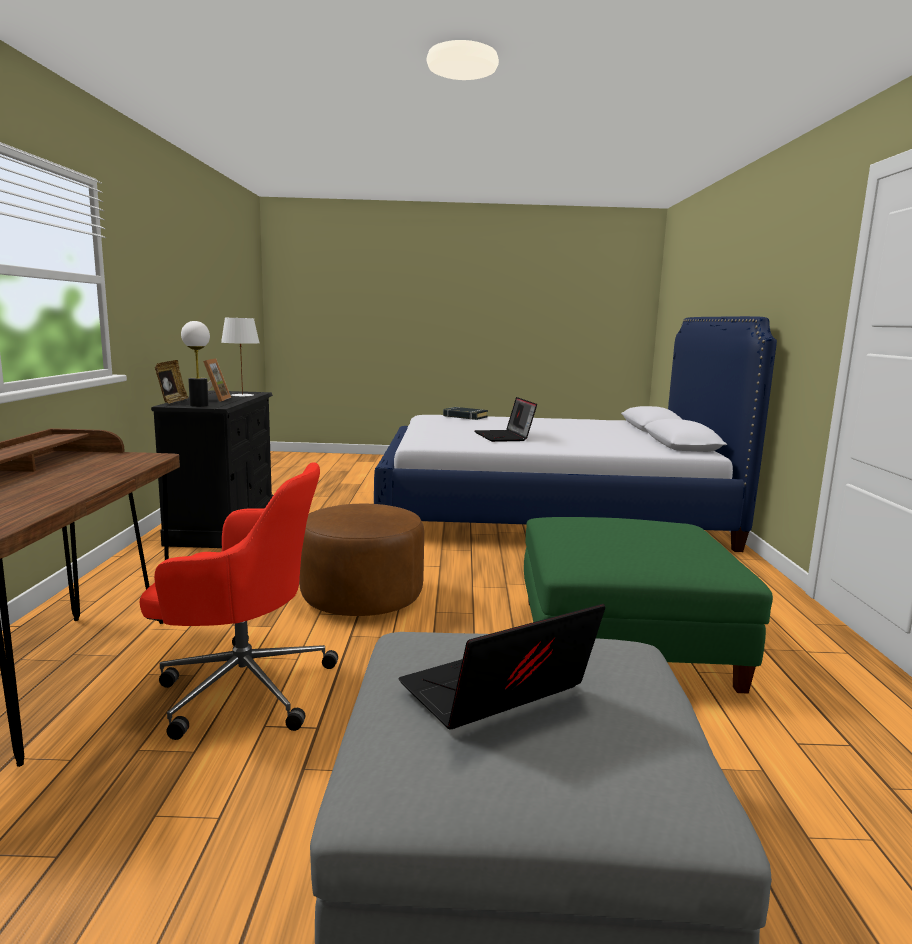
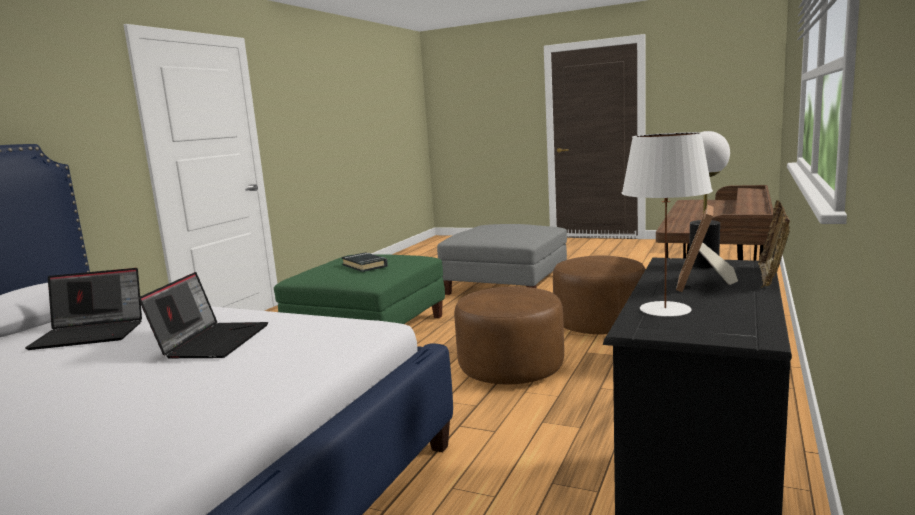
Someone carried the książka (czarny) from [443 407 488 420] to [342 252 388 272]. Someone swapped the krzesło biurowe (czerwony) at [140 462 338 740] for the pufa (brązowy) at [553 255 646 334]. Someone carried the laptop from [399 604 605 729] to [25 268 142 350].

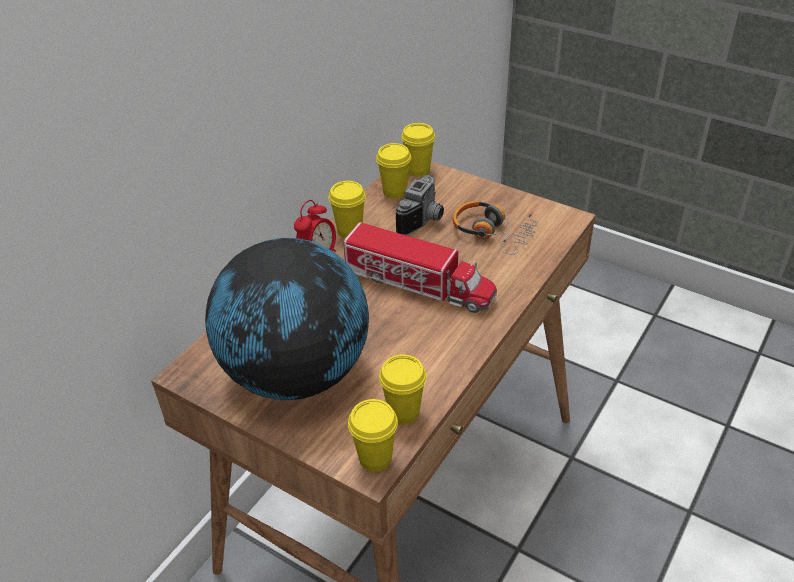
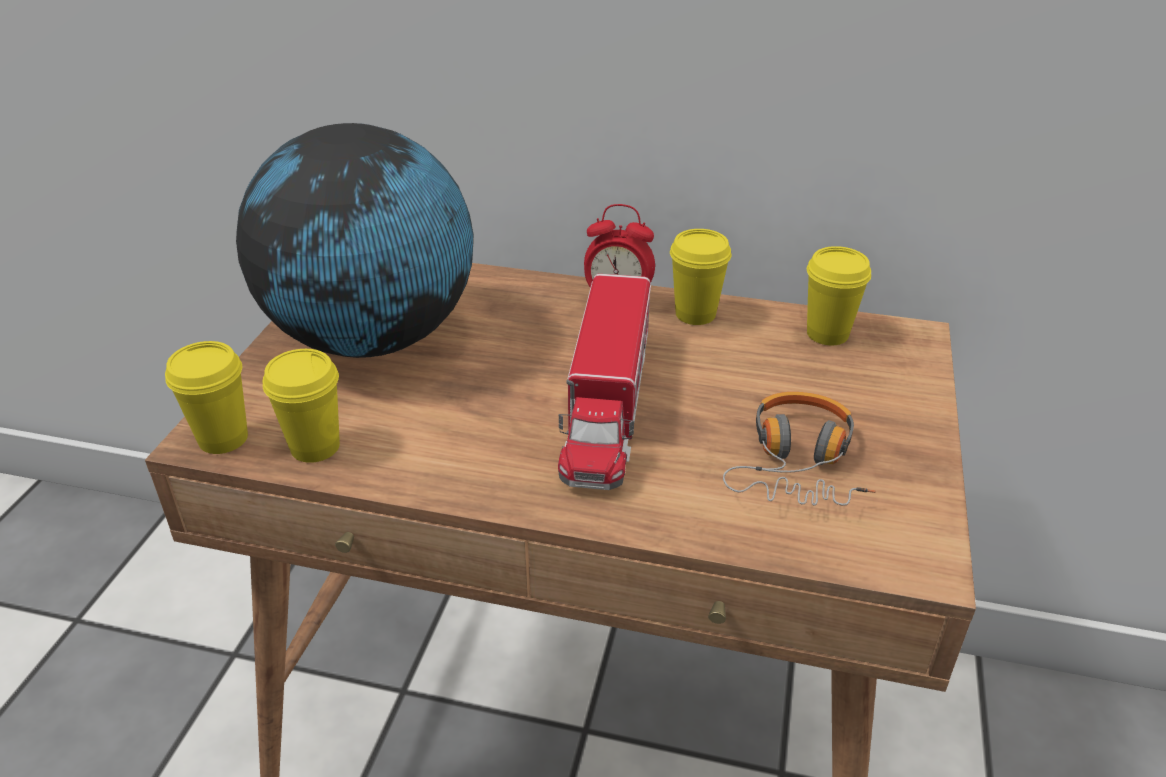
Someone took away the filiżanka (żółty) at [401 123 435 177]. Someone took away the aparat fotograficzny at [396 175 444 235].

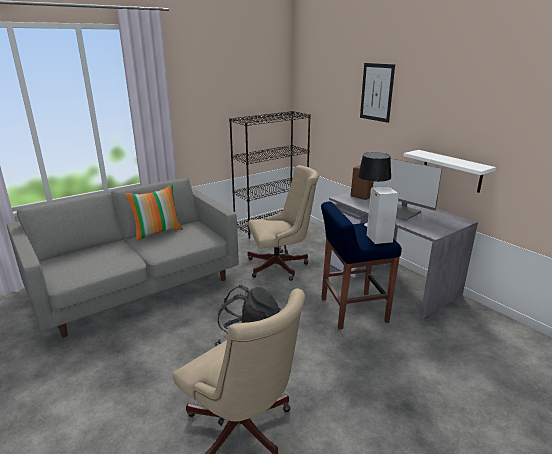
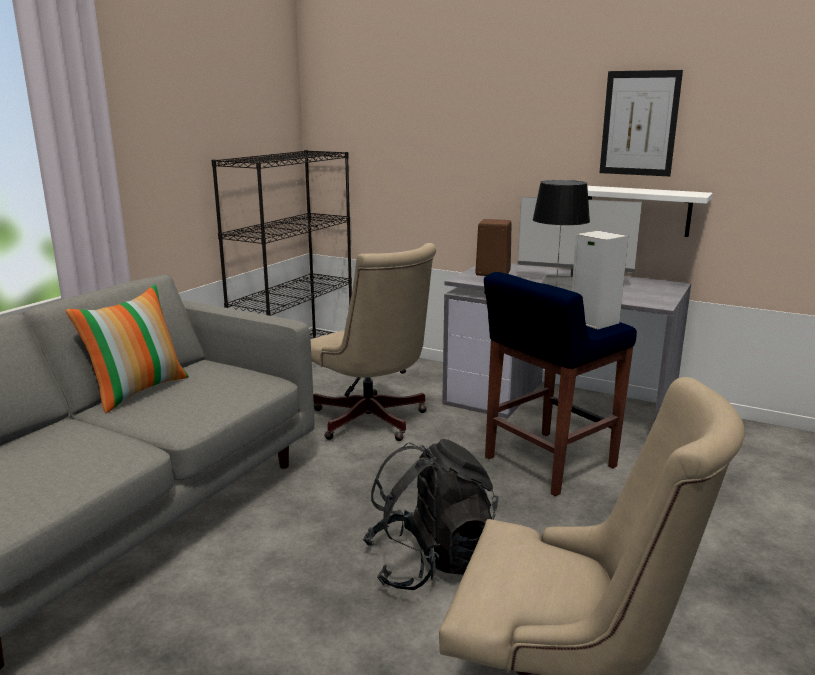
Someone carried the obraz from [360 63 395 123] to [600 70 683 176]. Someone rotated the krzesło biurowe (beżowy) at [248 165 319 281] by 90 degrees clockwise.

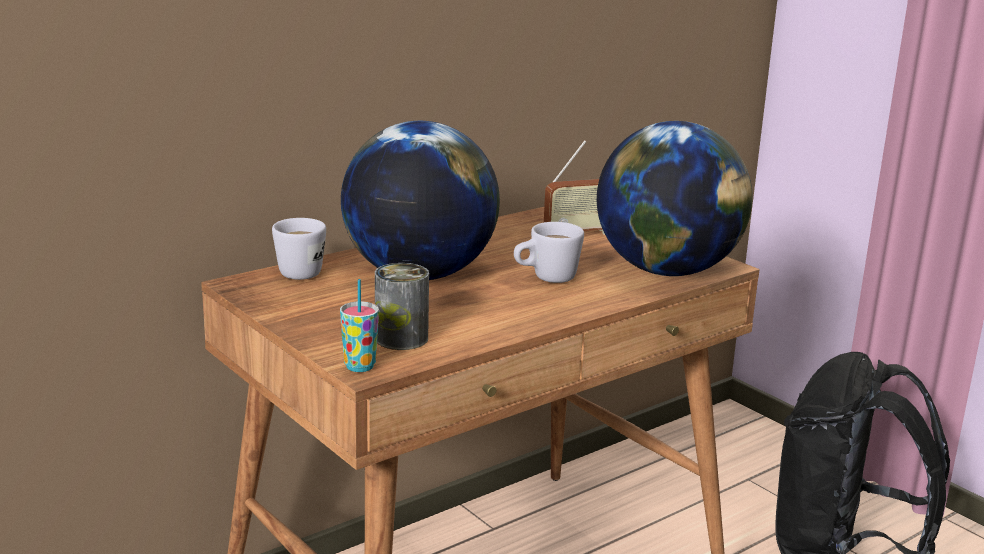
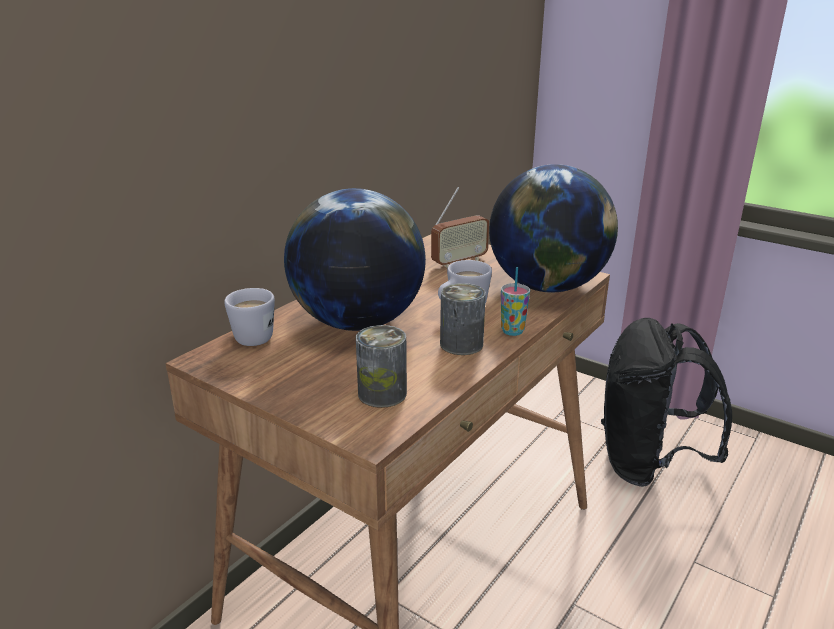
Someone carried the filiżanka from [340 279 379 372] to [501 267 530 336]. Someone put down the puszka at [440 283 486 355].

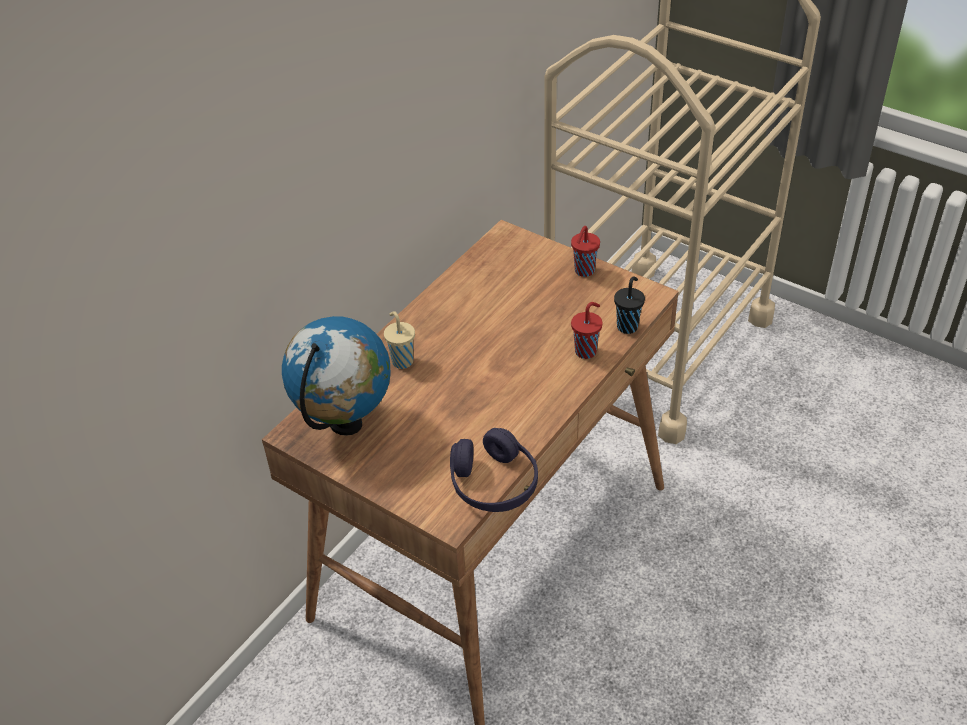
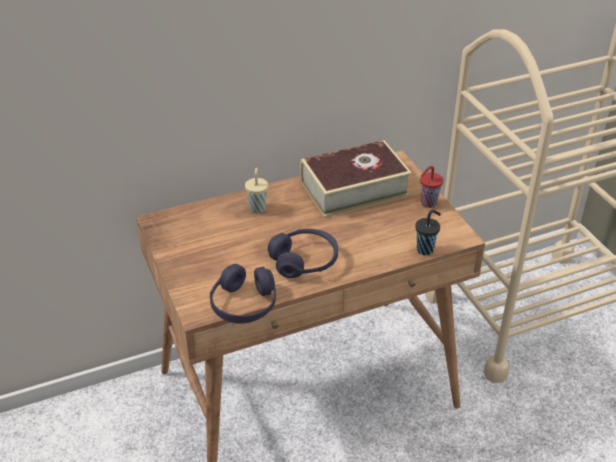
Someone took away the filiżanka (czerwony) at [571 302 603 359]. Someone took away the globus at [282 316 390 436]. Someone put down the książka at [300 140 412 218]. Someone put down the słuchawki (fioletowy) at [268 229 338 278].

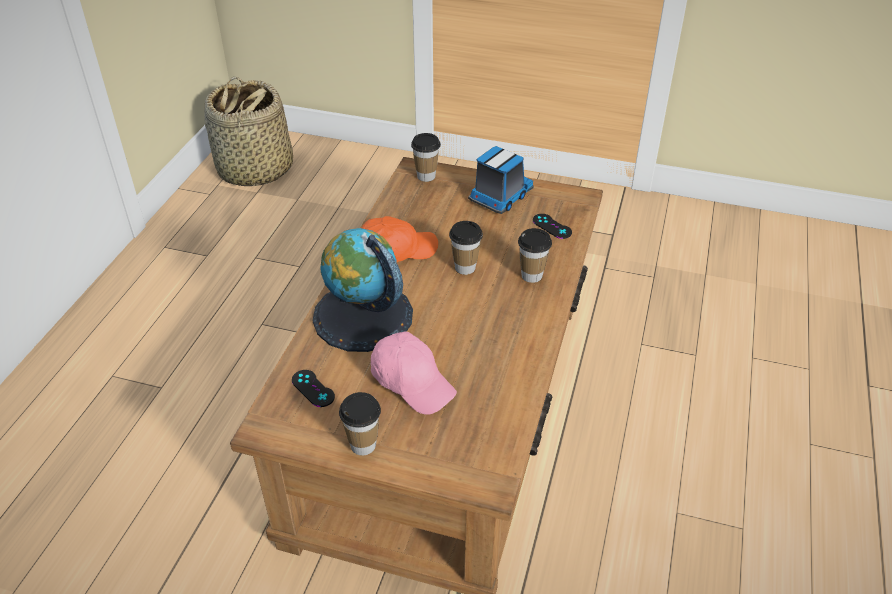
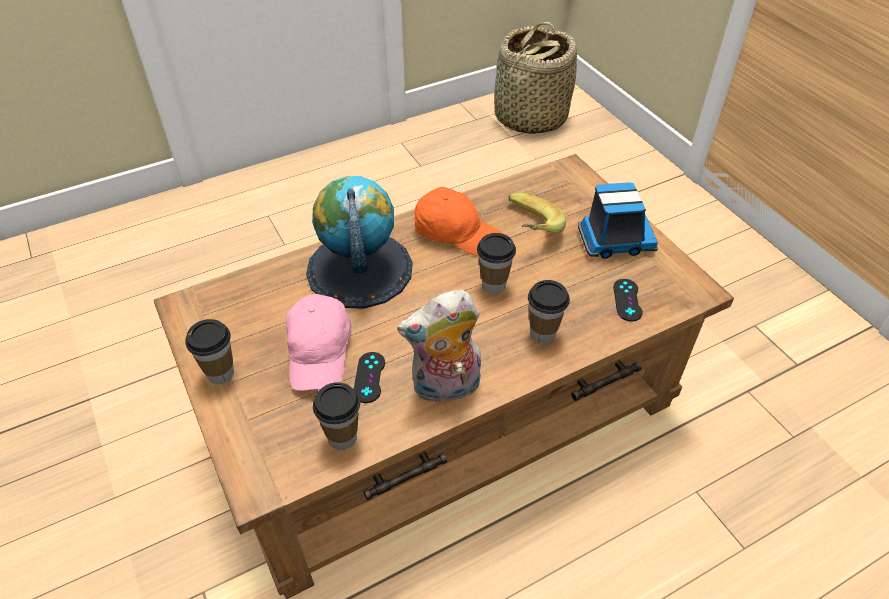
Someone carried the filiżanka from [411 133 441 182] to [313 382 360 450]. Someone carried the pad do gier (czarny) from [292 370 335 407] to [354 352 385 403]. Someone put down the banan at [508 193 566 233]. Someone put down the pluszak at [397 290 481 403].

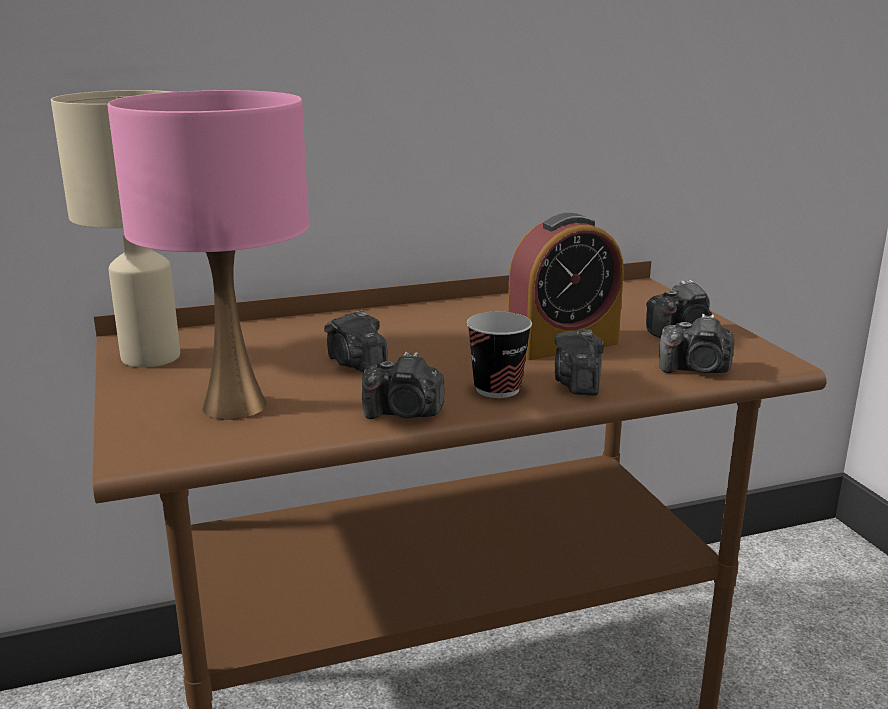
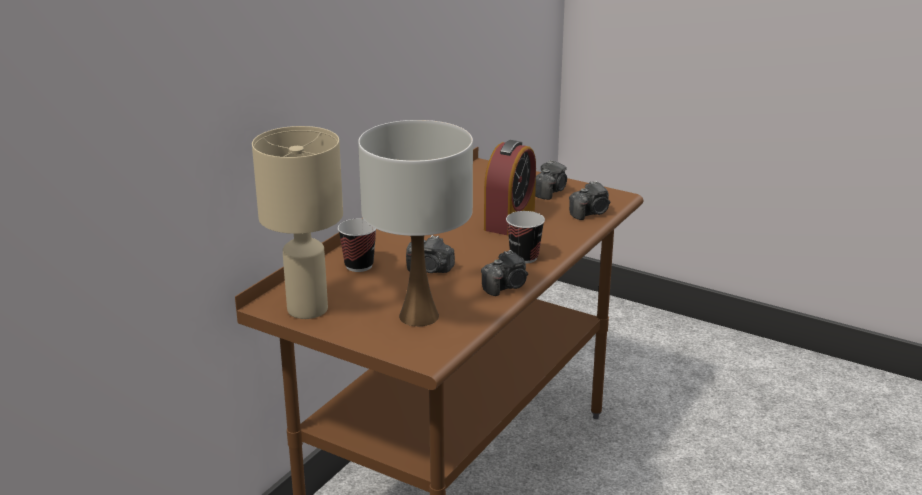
Someone repainted the lampa stołowa (różowy) at [107 90 309 420], which became the lampa stołowa (biały) at [358 120 473 326]. Someone took away the aparat fotograficzny at [554 330 604 395]. Someone put down the filiżanka at [338 218 376 272].

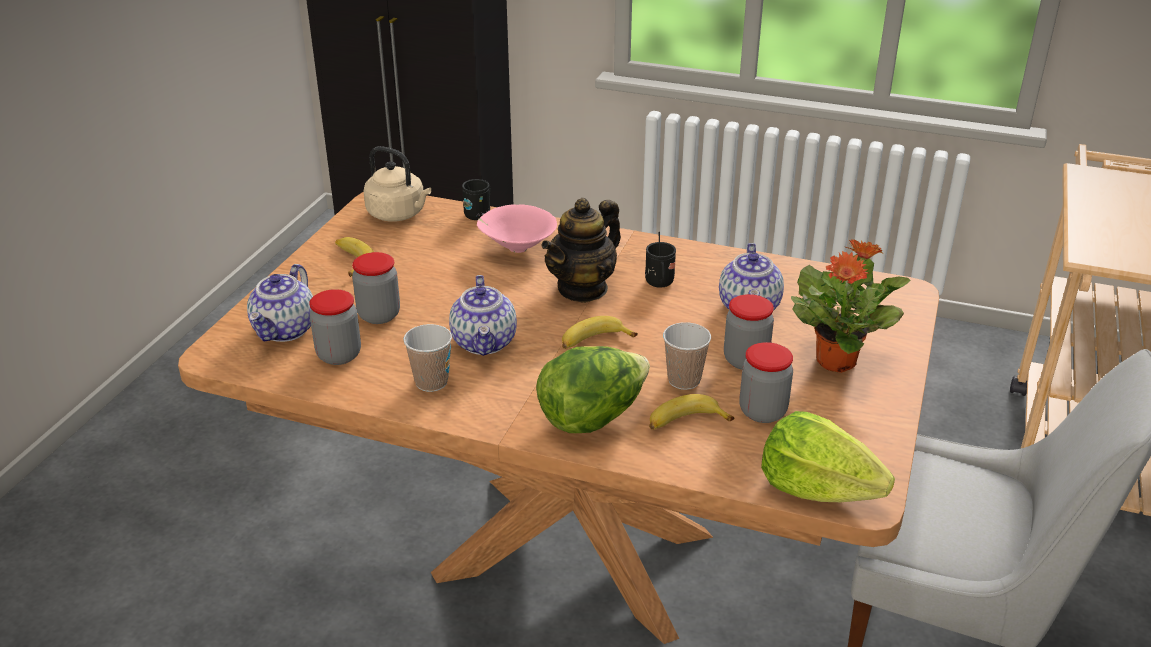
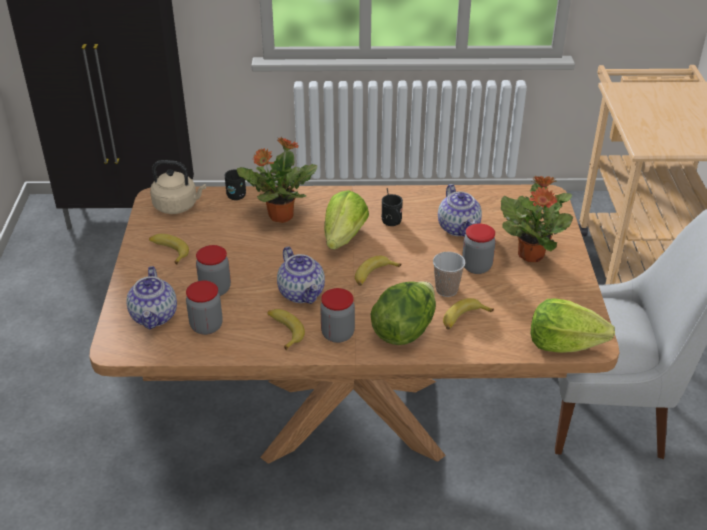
Someone swapped the imbryk at [541 198 621 303] for the sałata at [324 190 369 250]. Someone swapped the miska (różowy) at [477 204 557 253] for the roślina doniczkowa at [237 137 317 223]. Someone swapped the filiżanka at [403 324 452 392] for the banan at [267 309 305 350]. Someone carried the słoik from [740 342 793 423] to [320 288 355 343].

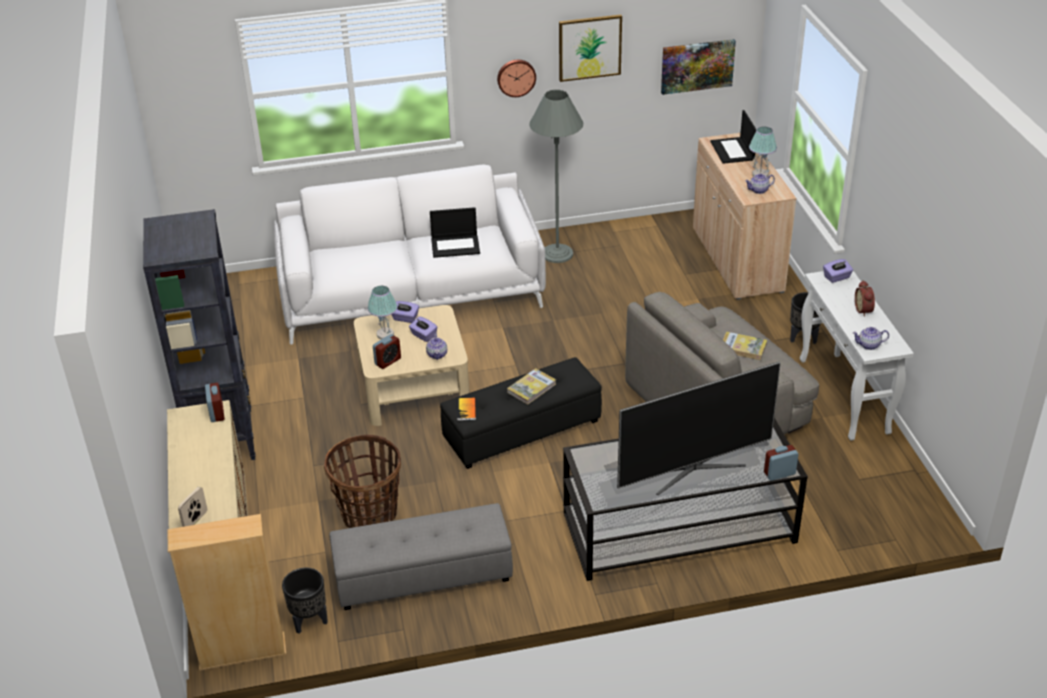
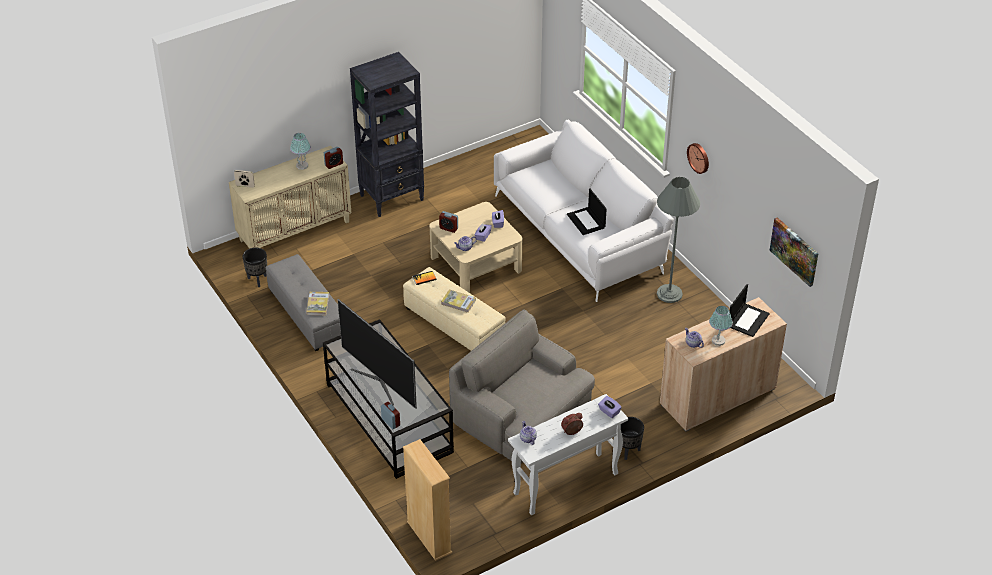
Someone took away the obraz at [559 14 622 82]. Someone rotated the laptop at [710 110 757 164] by 150 degrees clockwise. Someone carried the lampa stołowa from [368 286 397 339] to [290 133 311 170]. Someone carried the książka from [723 332 767 360] to [306 292 329 315]. Someone repainted the pufa (czarny) at [440 357 602 469], which became the pufa (beżowy) at [403 267 506 351]. Someone took away the koszyk at [324 435 401 528]. Someone carried the regał (beżowy) from [167 514 287 671] to [403 439 452 561].

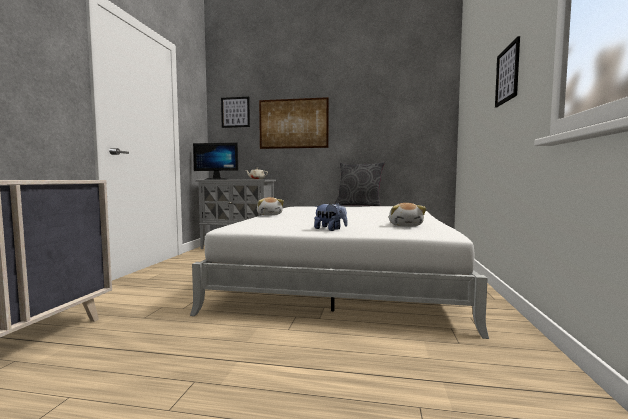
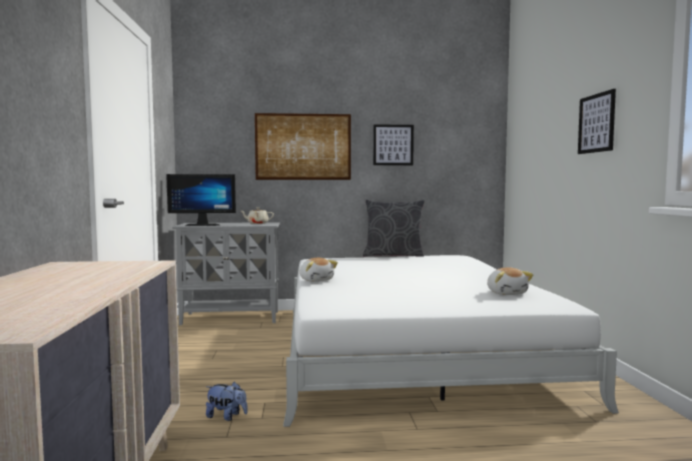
Someone carried the obraz from [221 97 250 128] to [373 124 414 165]. Someone carried the pluszak from [314 203 347 231] to [206 382 248 421].

